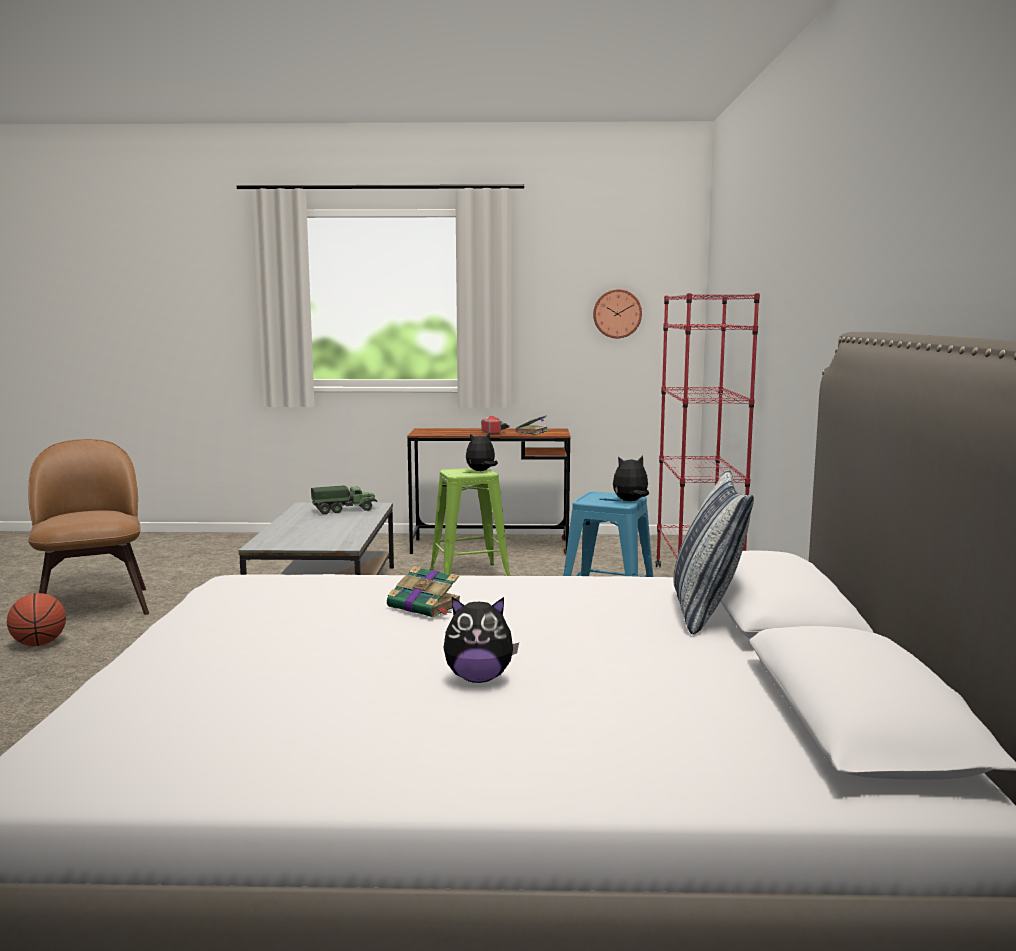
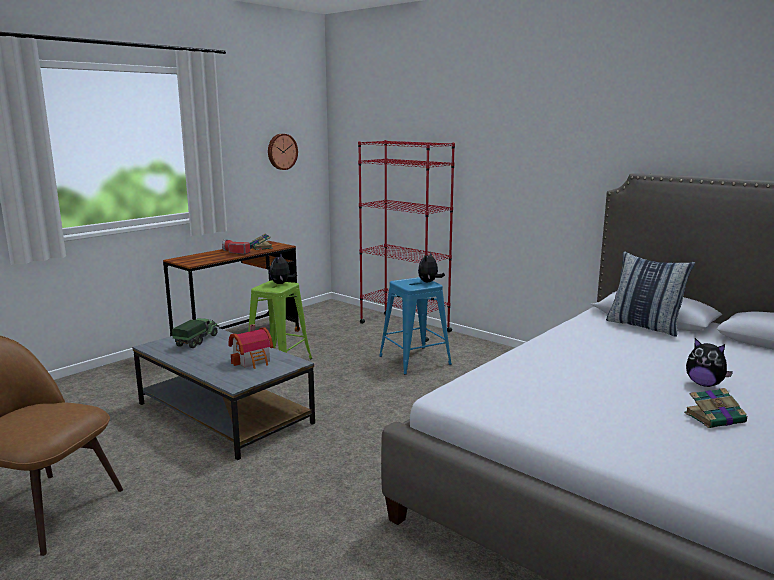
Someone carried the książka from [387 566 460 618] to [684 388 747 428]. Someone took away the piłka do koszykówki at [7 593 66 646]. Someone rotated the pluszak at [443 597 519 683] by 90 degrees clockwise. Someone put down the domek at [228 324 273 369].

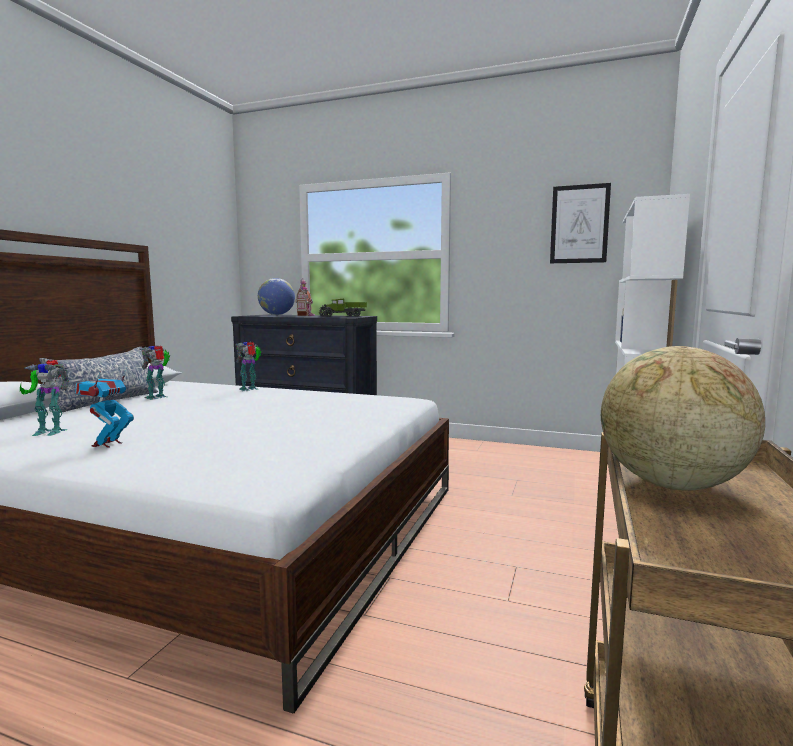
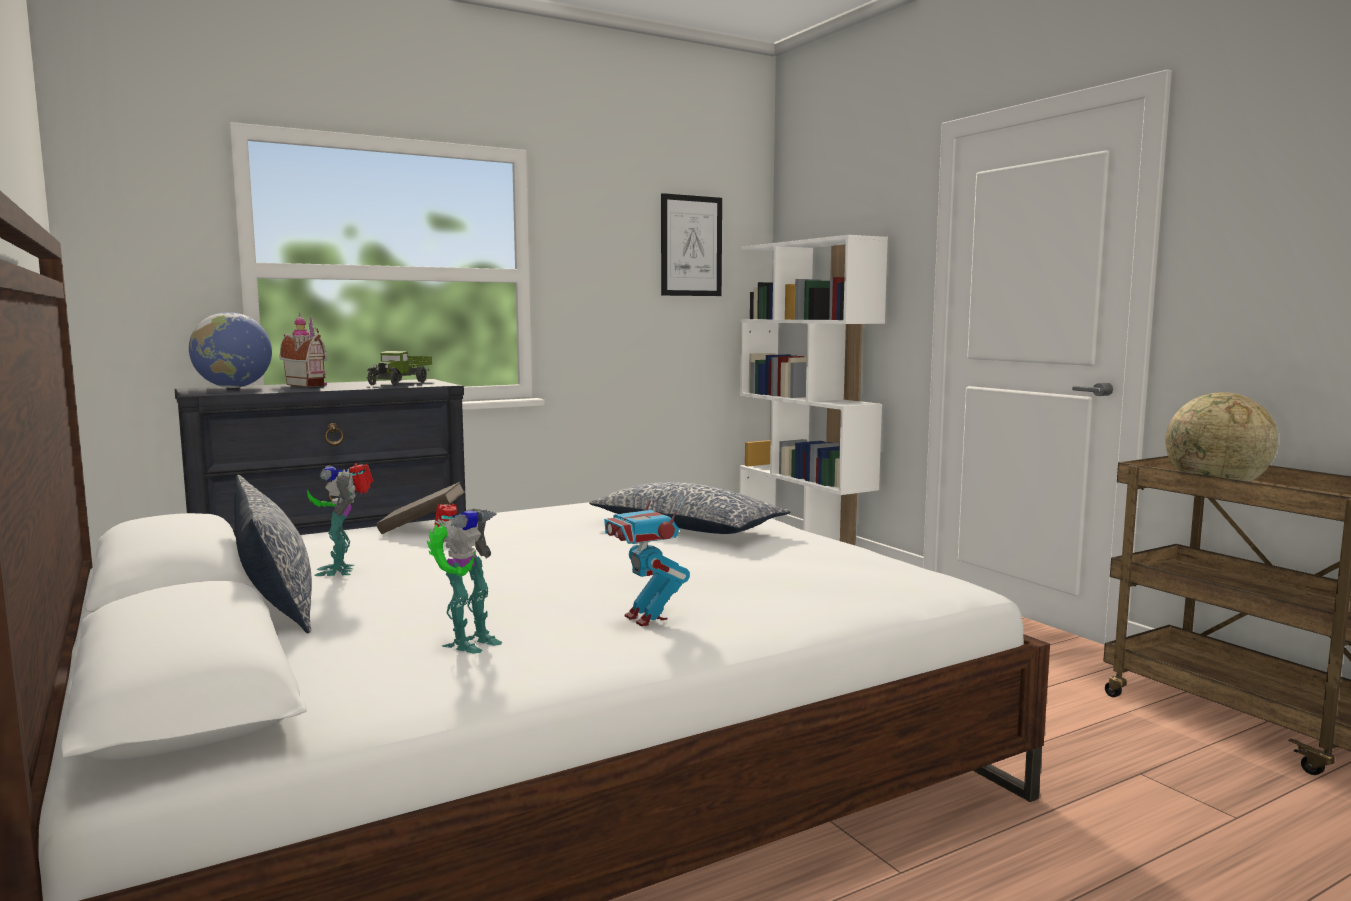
Someone swapped the robot zabawkowy at [235 342 261 391] for the książka (brązowy) at [376 482 465 534]. Someone put down the poduszka at [589 482 791 534].

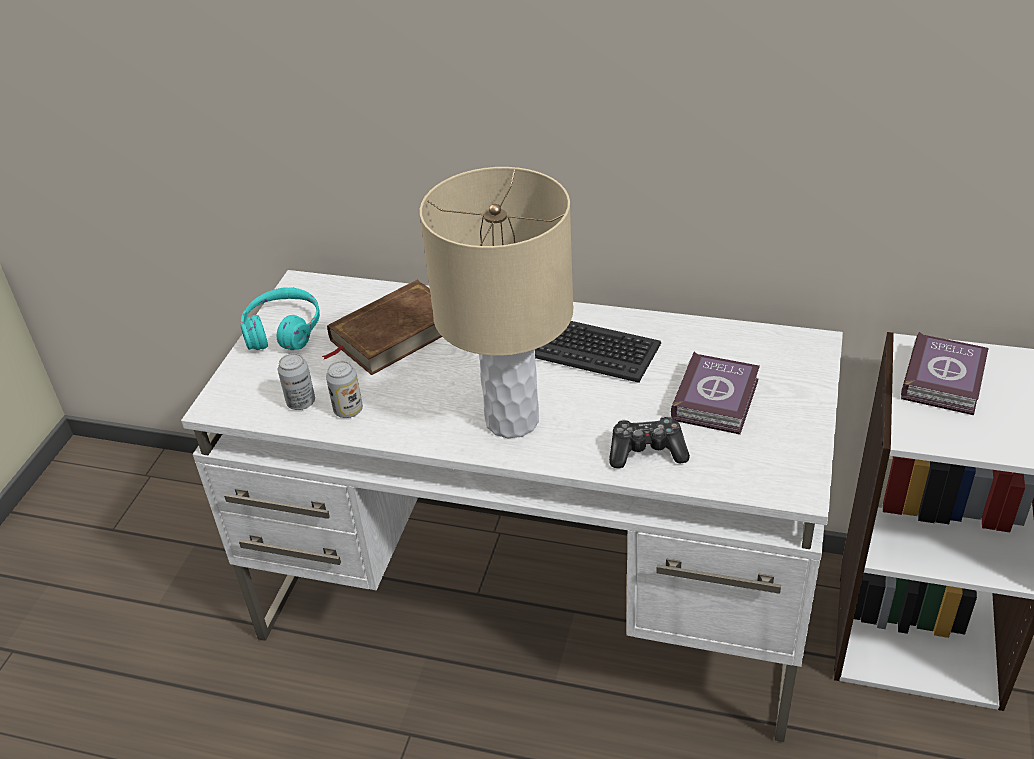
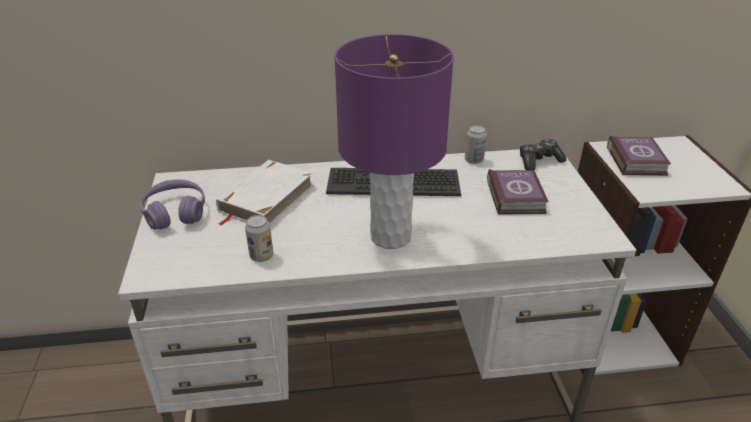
Someone repainted the lampa stołowa (beżowy) at [420 167 573 438], which became the lampa stołowa (fioletowy) at [334 34 454 249]. Someone repainted the książka (brązowy) at [322 280 442 375], which became the książka (biały) at [216 160 314 226]. Someone repainted the słuchawki (turkusowy) at [240 287 320 350], which became the słuchawki (fioletowy) at [140 179 205 230]. Someone carried the puszka from [278 353 315 410] to [465 125 487 164]. Someone carried the pad do gier from [609 416 690 468] to [520 139 567 170].

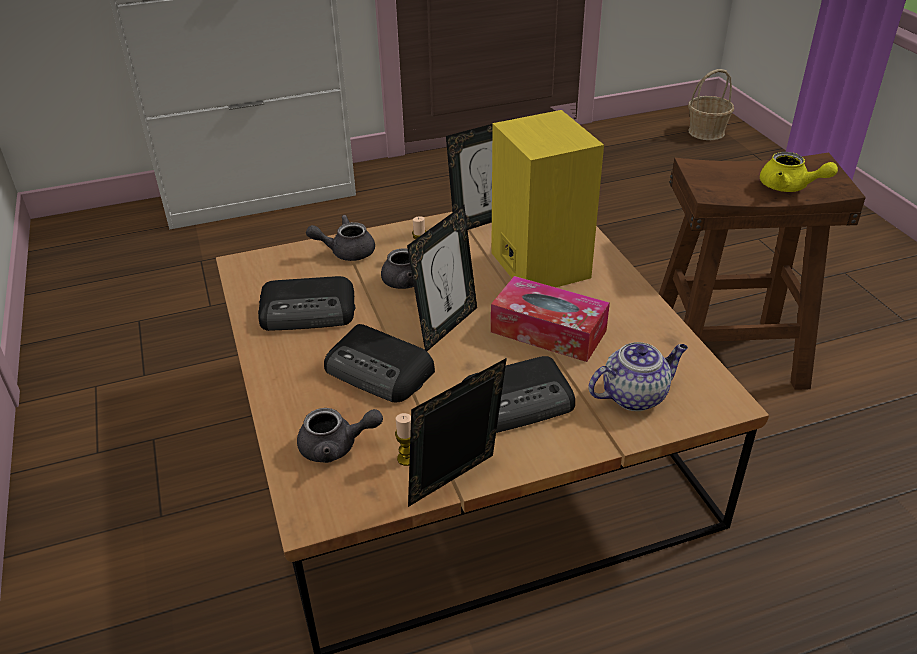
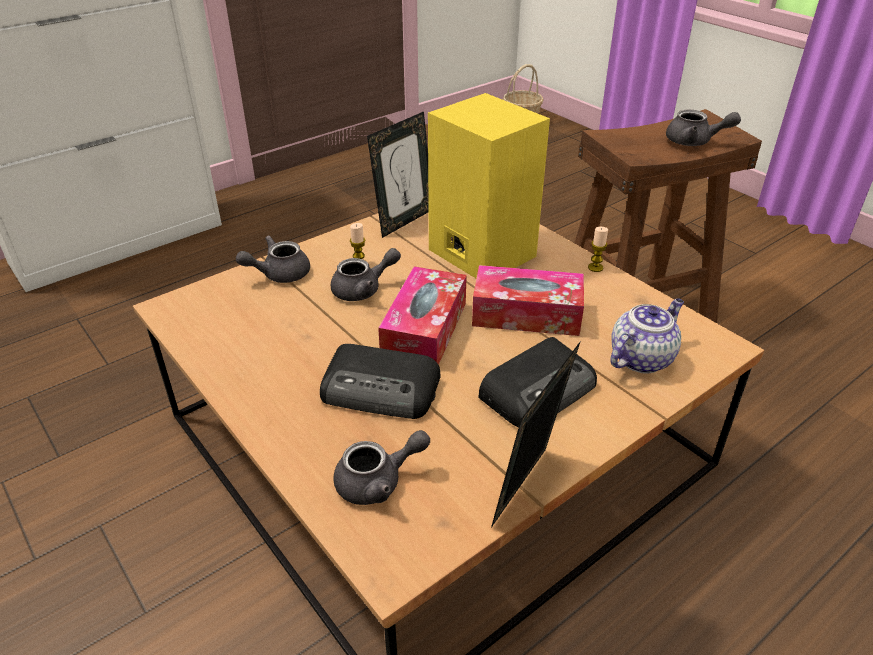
Someone repainted the imbryk (żółty) at [760 152 838 192], which became the imbryk (szary) at [666 110 741 146]. Someone swapped the ramka na zdjęcie at [407 205 477 351] for the pudełko chusteczek at [378 266 467 365]. Someone took away the radio at [258 276 355 331]. Someone carried the świeca from [395 413 411 466] to [588 227 608 272].

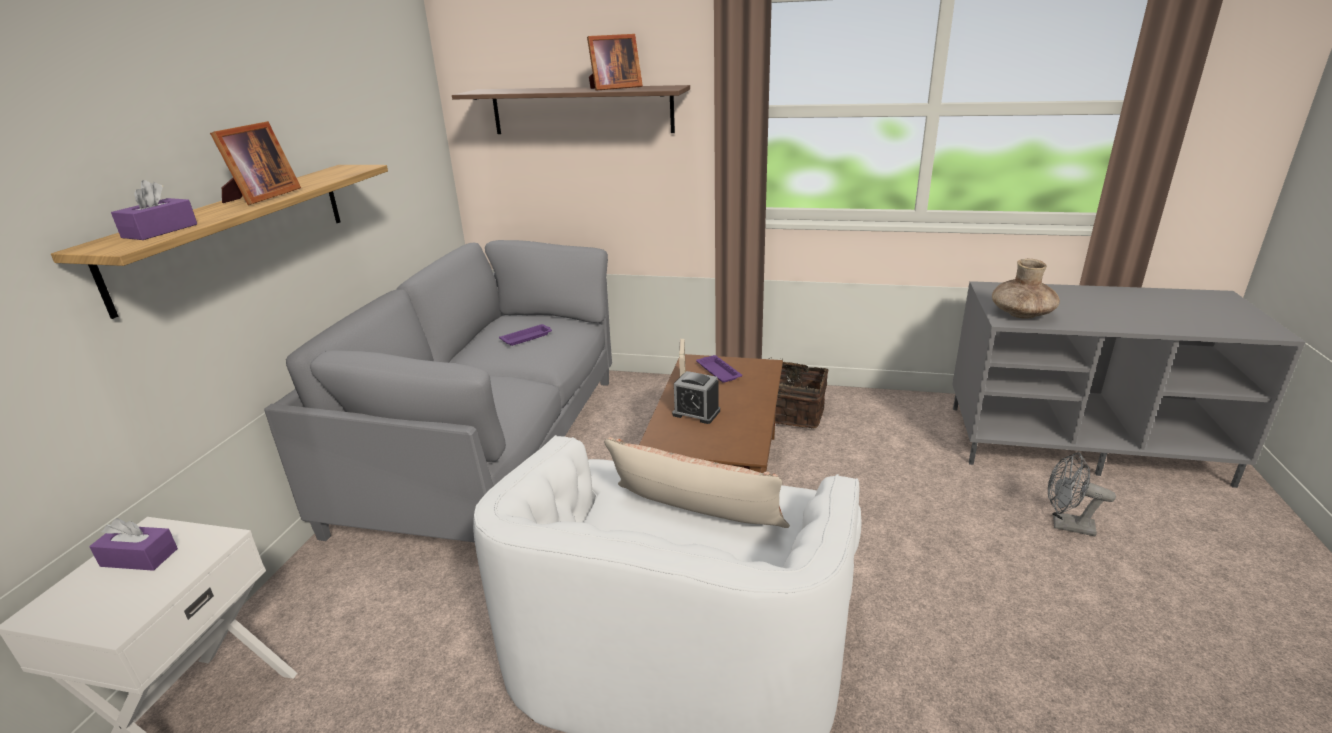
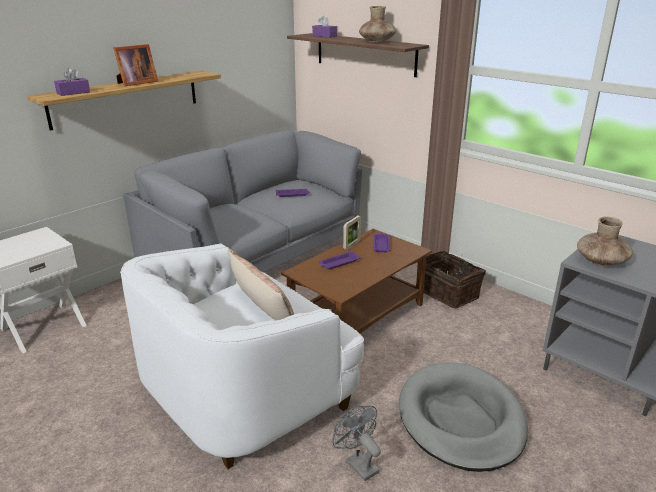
Someone swapped the ramka na zdjęcie at [587 34 643 91] for the wazon (brązowy) at [359 6 396 42]. Someone swapped the budzik at [672 371 720 424] for the taca (fioletowy) at [319 251 360 270]. Someone carried the wentylator (szary) from [1048 452 1116 536] to [333 405 381 481]. Someone carried the pudełko chusteczek (fioletowy) from [89 518 178 571] to [312 16 337 38]. Someone put down the legowisko (szary) at [399 362 528 472].

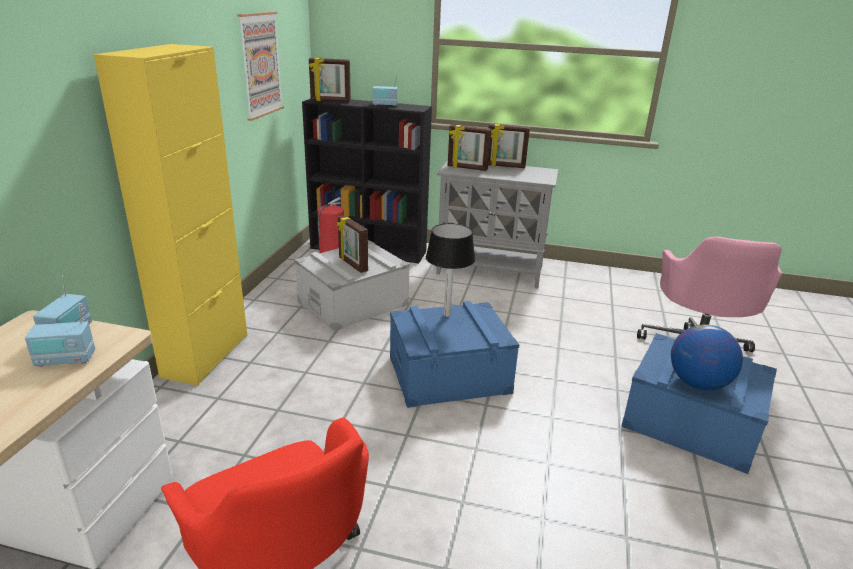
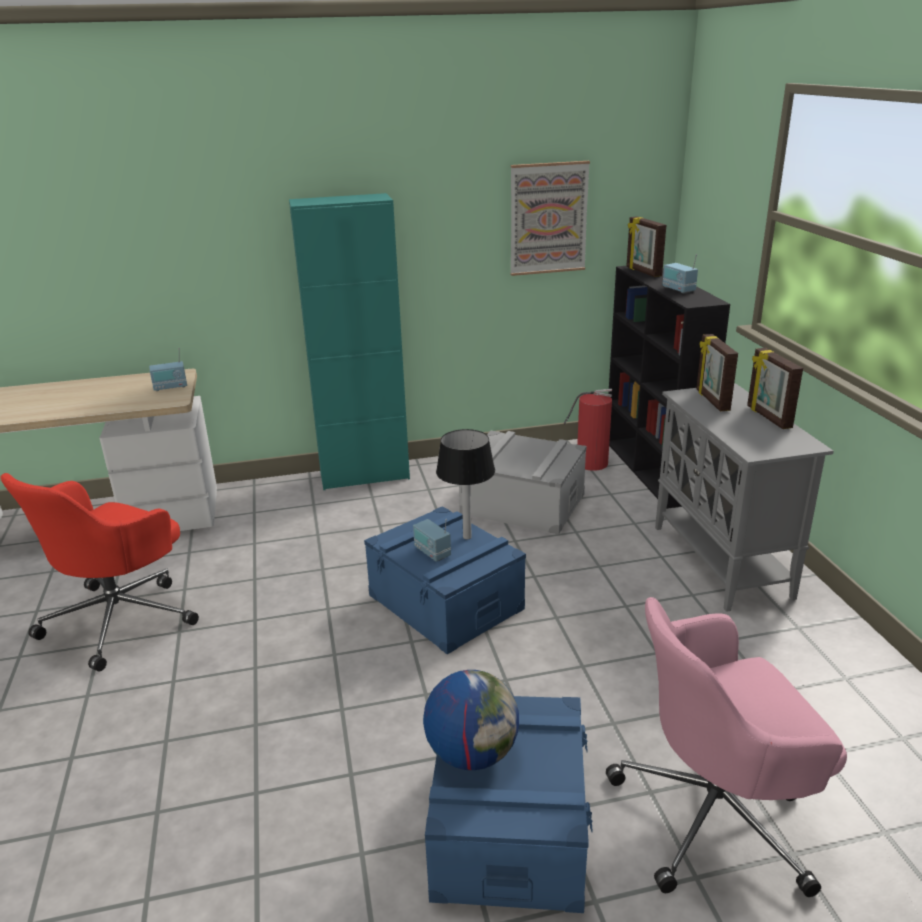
Someone repainted the szafka (żółty) at [94 44 247 385], which became the szafka (turkusowy) at [289 193 410 490]. Someone took away the ramka na zdjęcie at [337 215 368 273]. Someone carried the radio from [25 303 95 367] to [413 519 451 562].

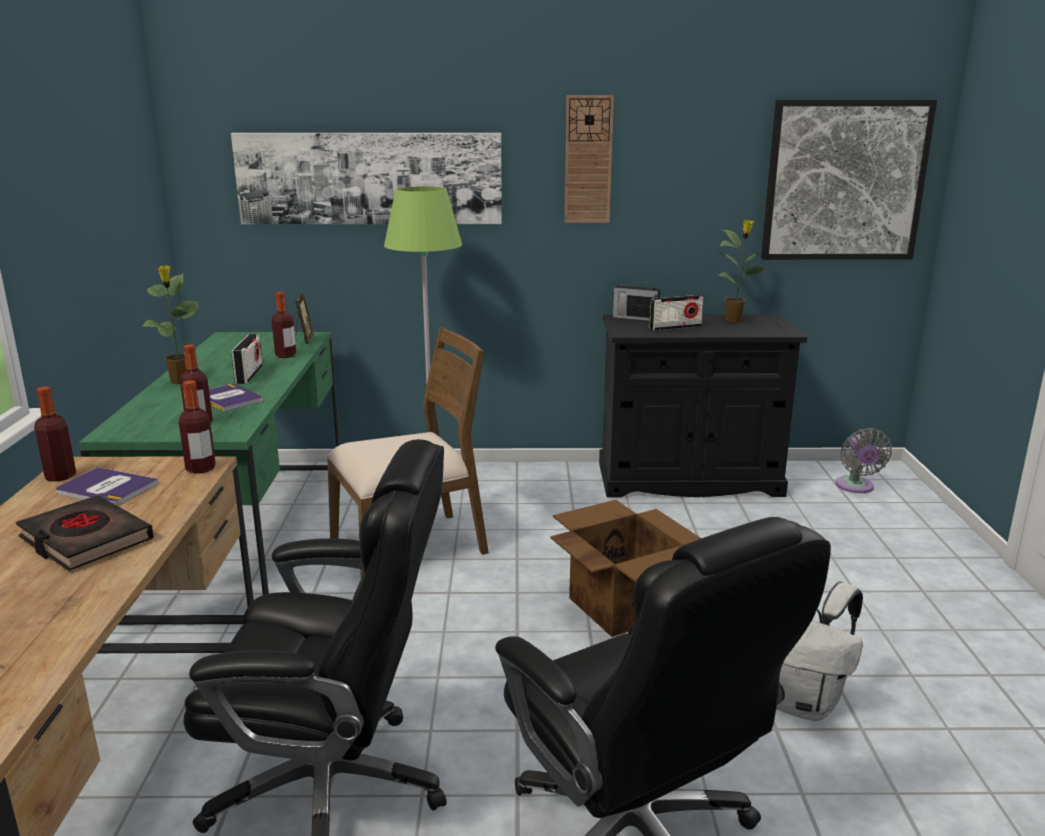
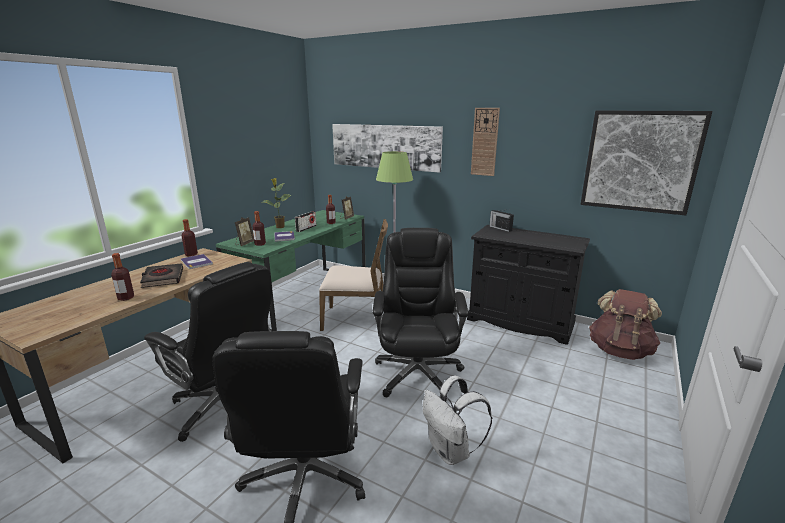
Someone took away the roślina doniczkowa at [717 220 768 323]. Someone took away the radio at [650 295 704 331]. Someone carried the butelka from [179 380 216 474] to [111 253 134 301]. Someone swapped the wentylator (szary) at [836 428 892 493] for the plecak (brązowy) at [589 289 662 360]. Someone swapped the karton at [550 500 701 637] for the krzesło biurowe (czarny) at [373 228 468 401]. Someone put down the ramka na zdjęcie at [235 217 254 246].

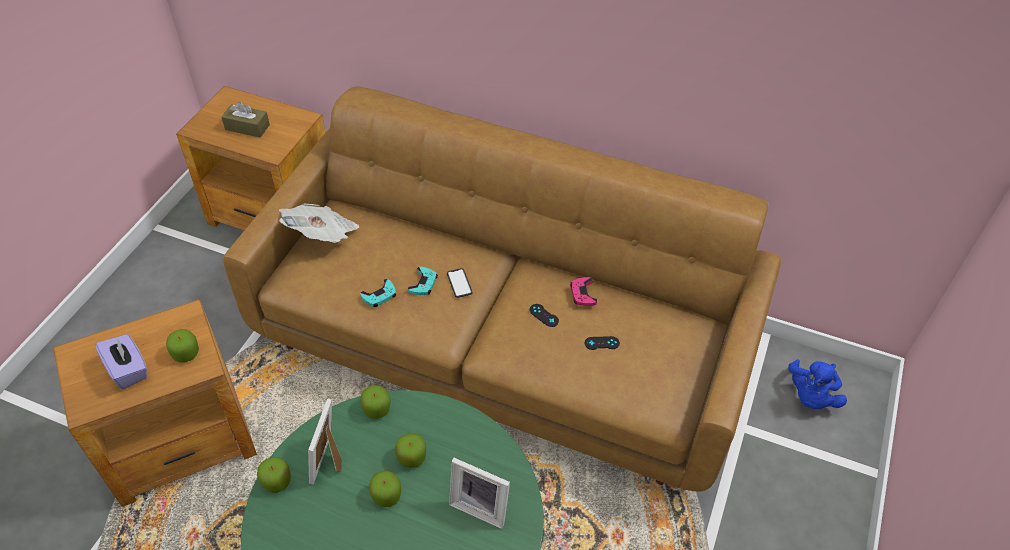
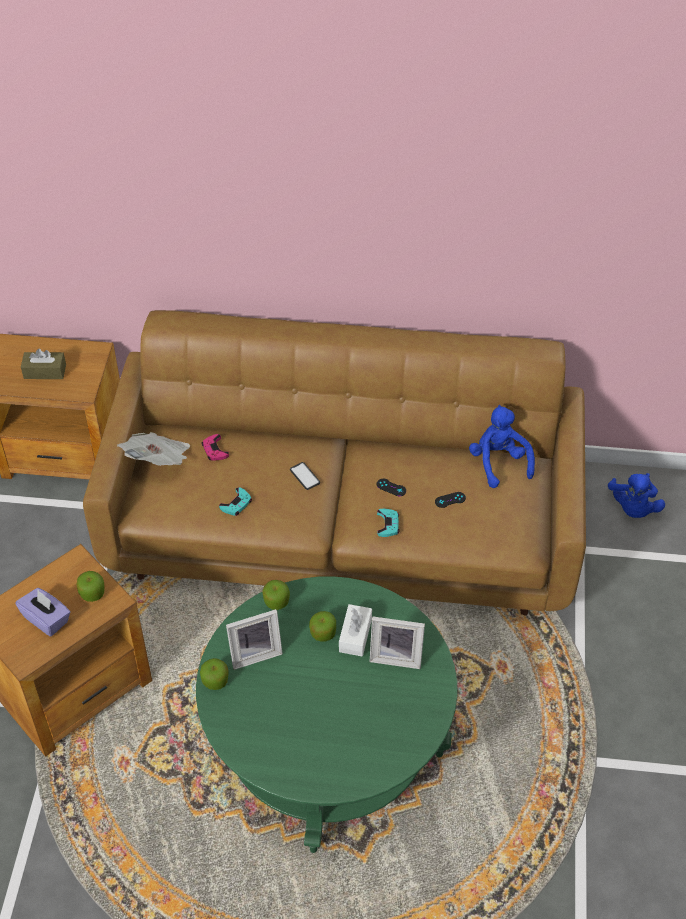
Someone carried the pad do gier (turkusowy) from [408 267 438 295] to [377 509 400 537]. Someone carried the pad do gier (różowy) from [570 277 597 306] to [201 434 229 461]. Someone rotated the ramka na zdjęcie at [308 399 342 485] by 105 degrees counterclockwise. Someone took away the jabłko at [369 471 401 507]. Someone put down the pluszak (niebieski) at [469 405 535 488]. Someone put down the pudełko chusteczek (biały) at [339 604 372 656].

